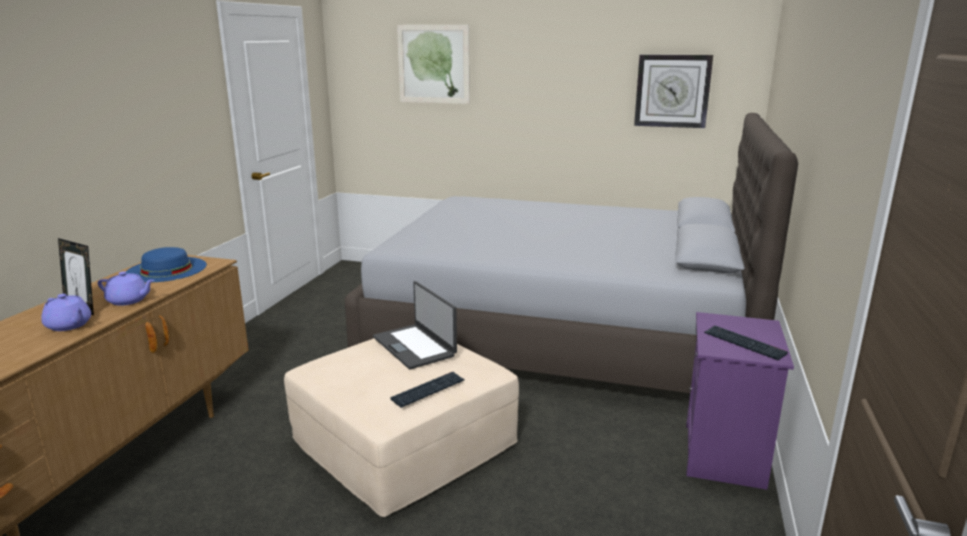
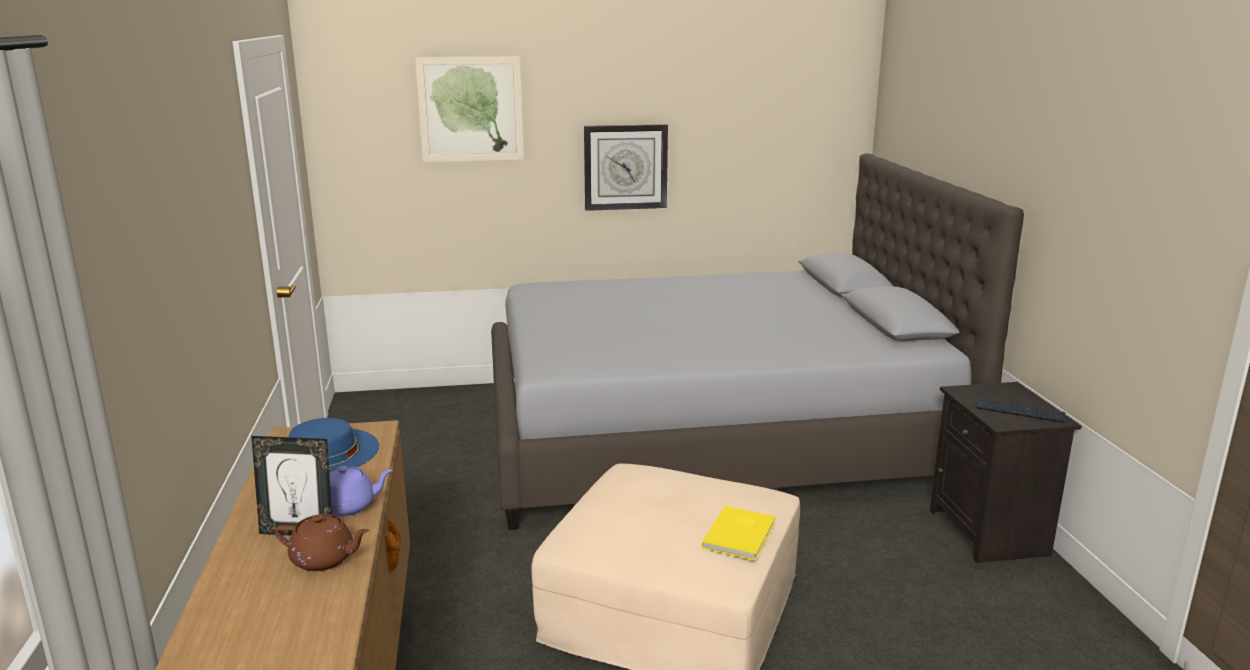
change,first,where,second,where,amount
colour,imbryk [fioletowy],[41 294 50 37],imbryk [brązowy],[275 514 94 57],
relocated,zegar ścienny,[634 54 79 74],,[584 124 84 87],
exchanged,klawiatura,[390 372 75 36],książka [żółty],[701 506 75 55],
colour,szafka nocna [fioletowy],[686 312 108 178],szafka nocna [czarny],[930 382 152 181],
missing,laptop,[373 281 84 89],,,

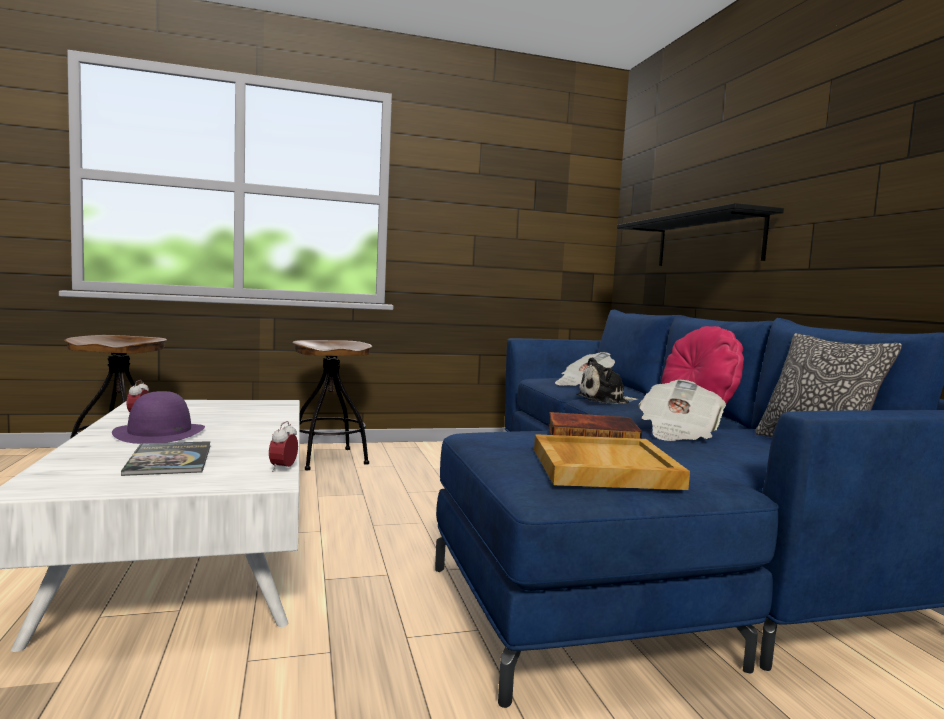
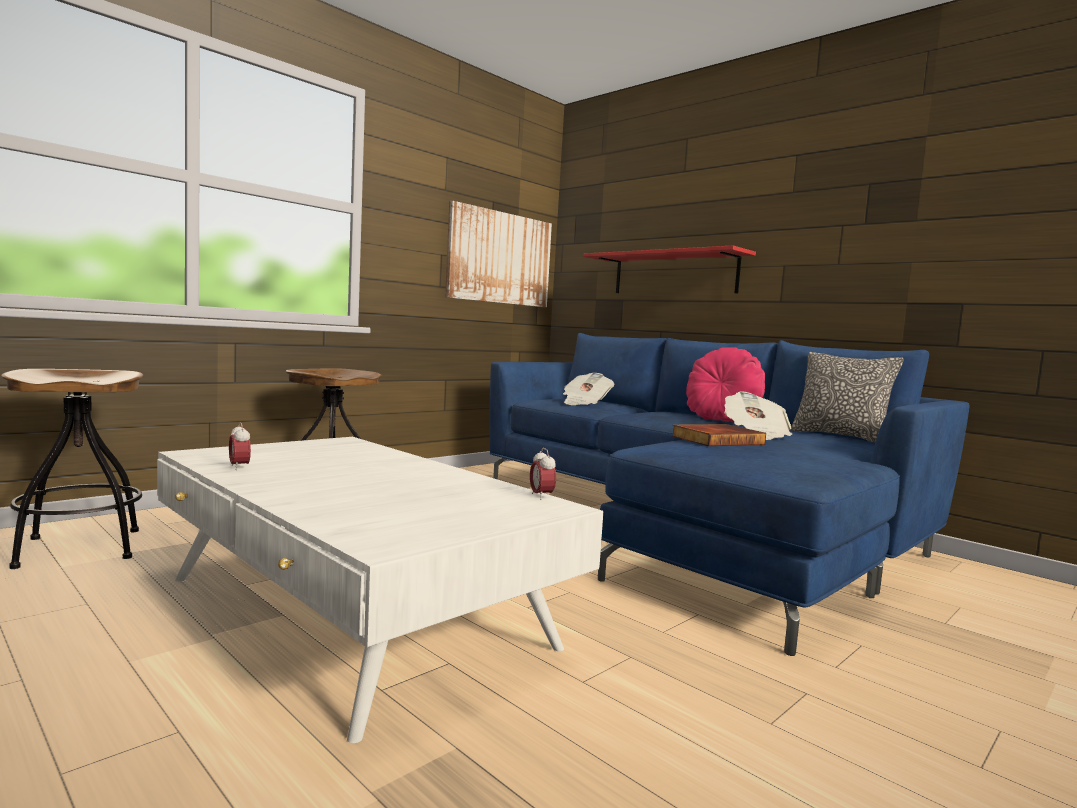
change,first,where,second,where,amount
appeared,,,obraz,[445 201 107 106],
colour,półka [czarny],[617 203 167 63],półka [czerwony],[583 246 173 47],
missing,kapelusz [fioletowy],[112 391 93 53],,,
missing,książka,[121 441 90 35],,,
missing,taca [beżowy],[534 434 156 56],,,
missing,pluszak,[577 357 62 47],,,

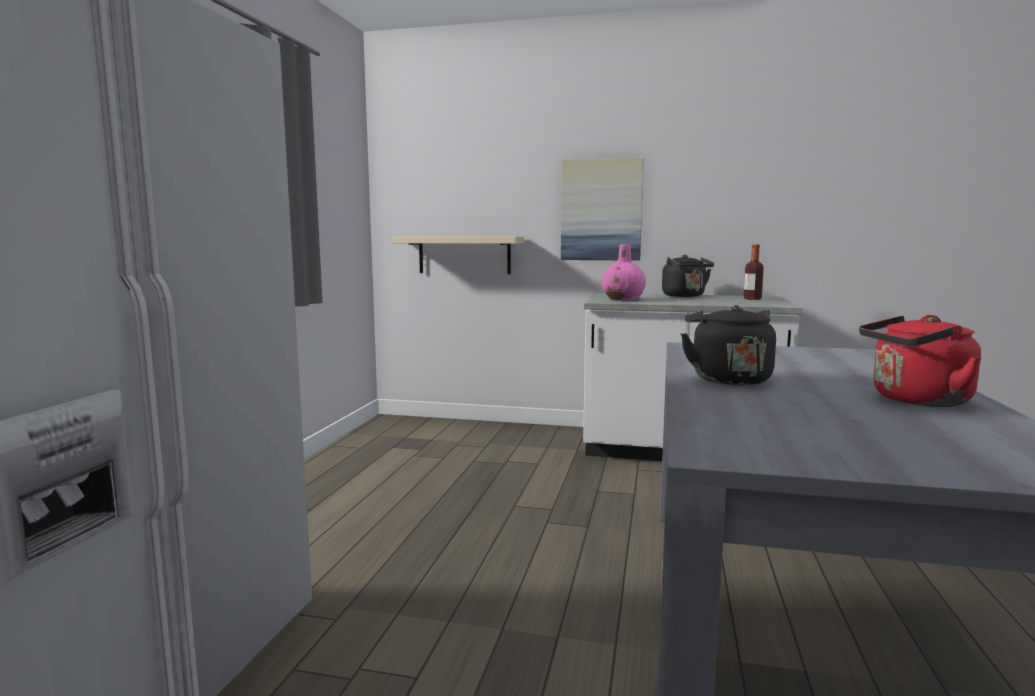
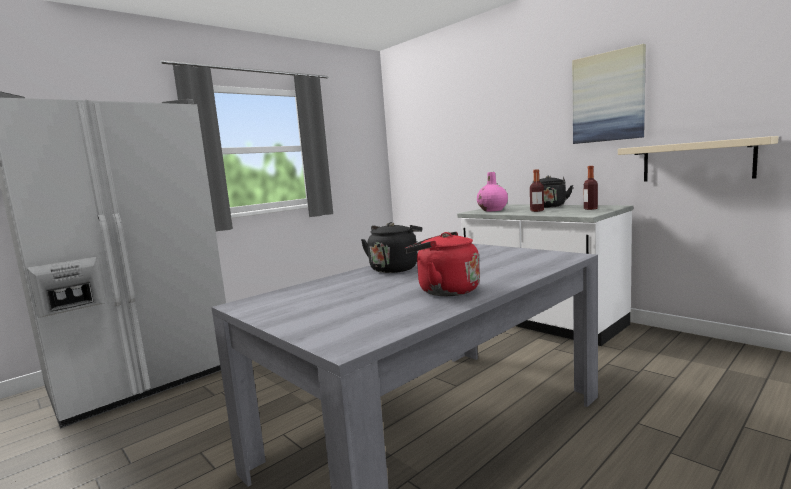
change,first,where,second,where,amount
appeared,,,butelka,[530 169 14 43],
relocated,obraz,[561 158 82 103],,[572 44 74 100],
relocated,półka [beżowy],[392 236 132 38],,[618 136 160 46],

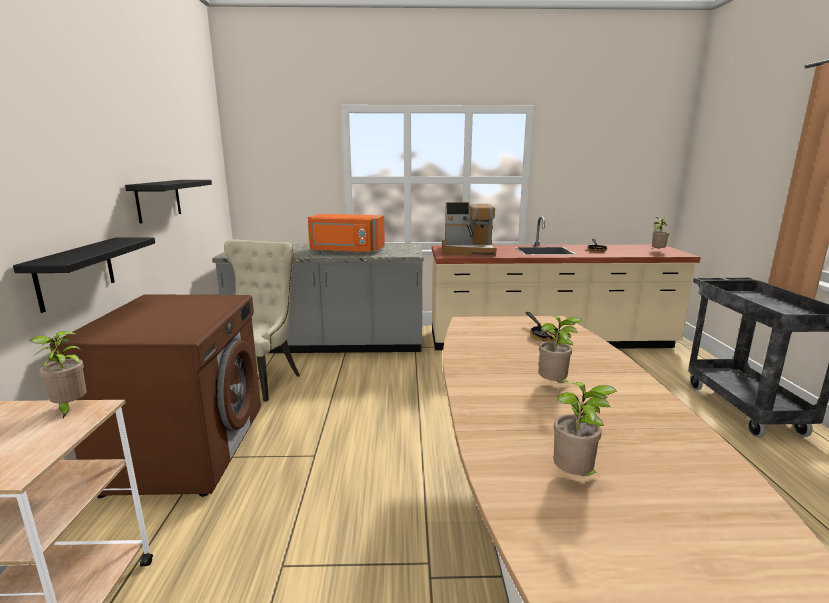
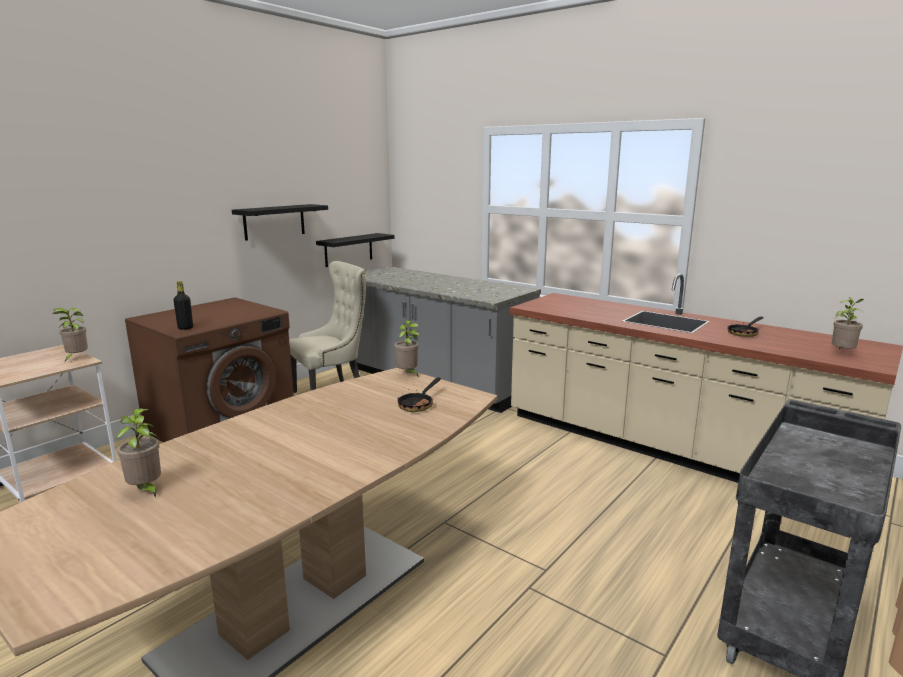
change,first,where,second,where,amount
appeared,,,butelka [czarny],[173 281 20 49],
relocated,półka [czarny],[13 237 142 76],,[316 233 78 34],
relocated,roślina doniczkowa,[539 316 43 67],,[394 320 26 58],
missing,mikrofalówka [pomarańczowy],[308 214 77 40],,,
missing,ekspres do kawy,[442 202 55 54],,,

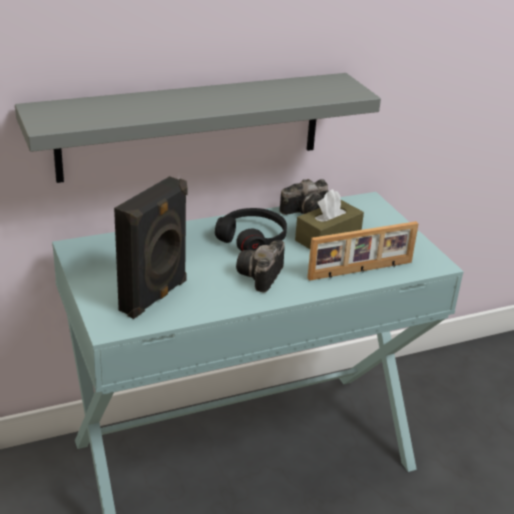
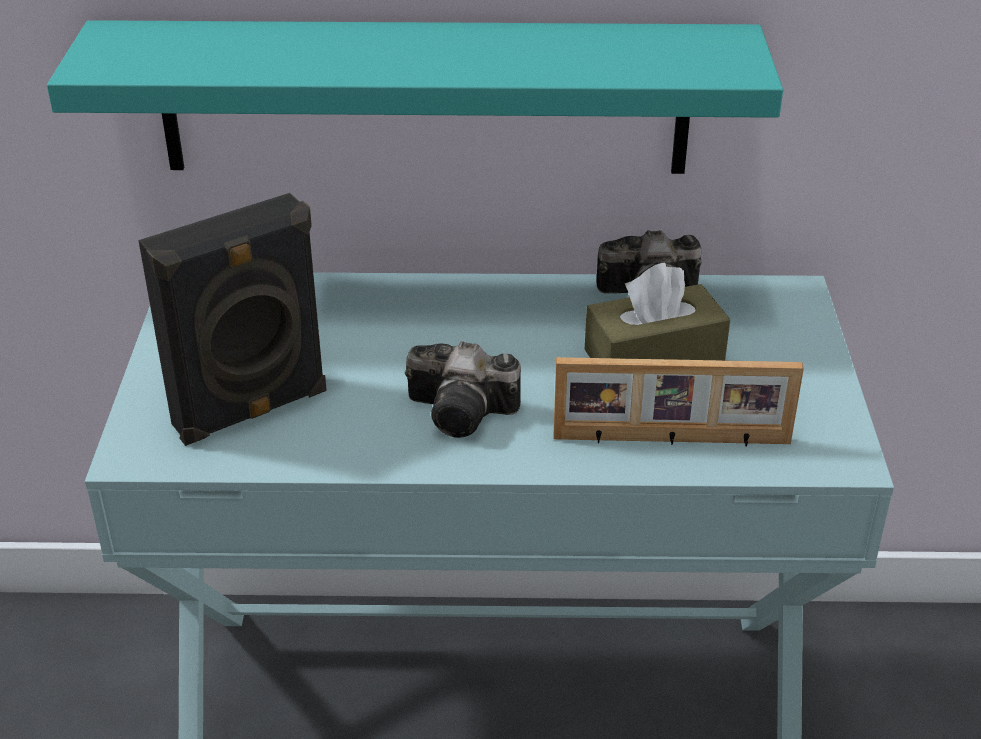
change,first,where,second,where,amount
colour,półka [szary],[15 73 366 110],półka [turkusowy],[47 20 736 154],
spun,aparat fotograficzny,[236 240 49 53],,[405 341 116 97],120 degrees counterclockwise
missing,słuchawki [czarny],[215 208 72 43],,,

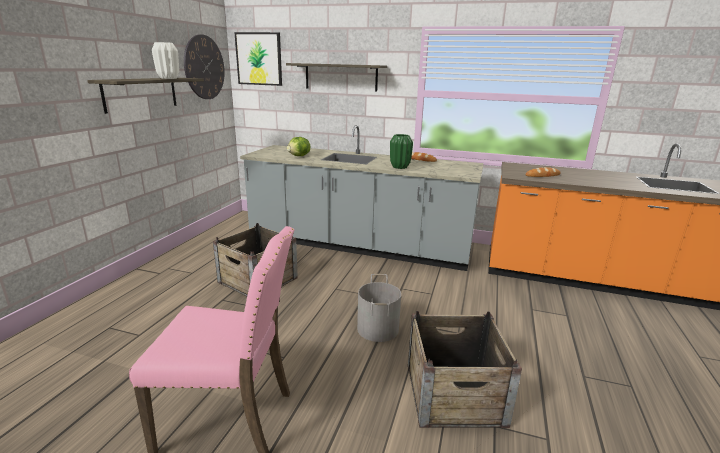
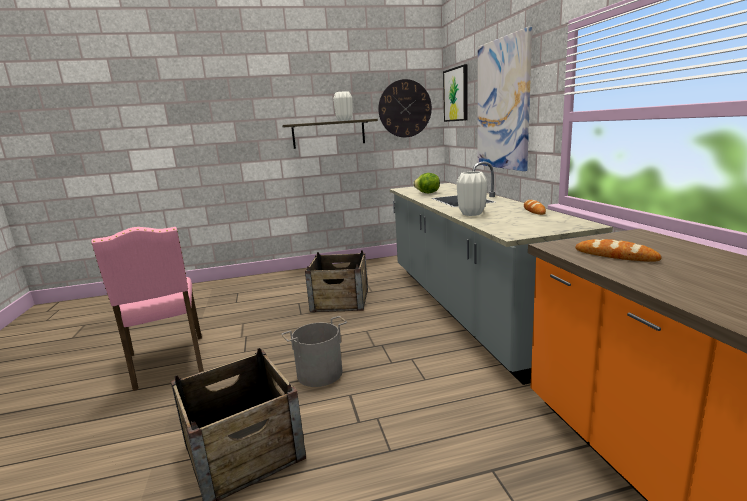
change,first,where,second,where,amount
colour,wazon [zielony],[390 134 23 35],wazon [biały],[457 171 30 45],
exchanged,półka,[286 63 101 29],obraz,[477 27 55 144],

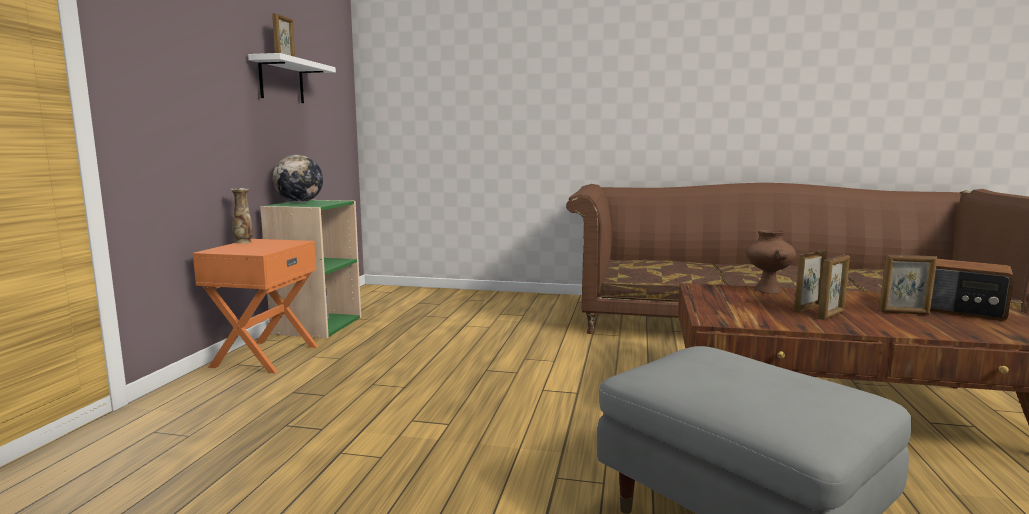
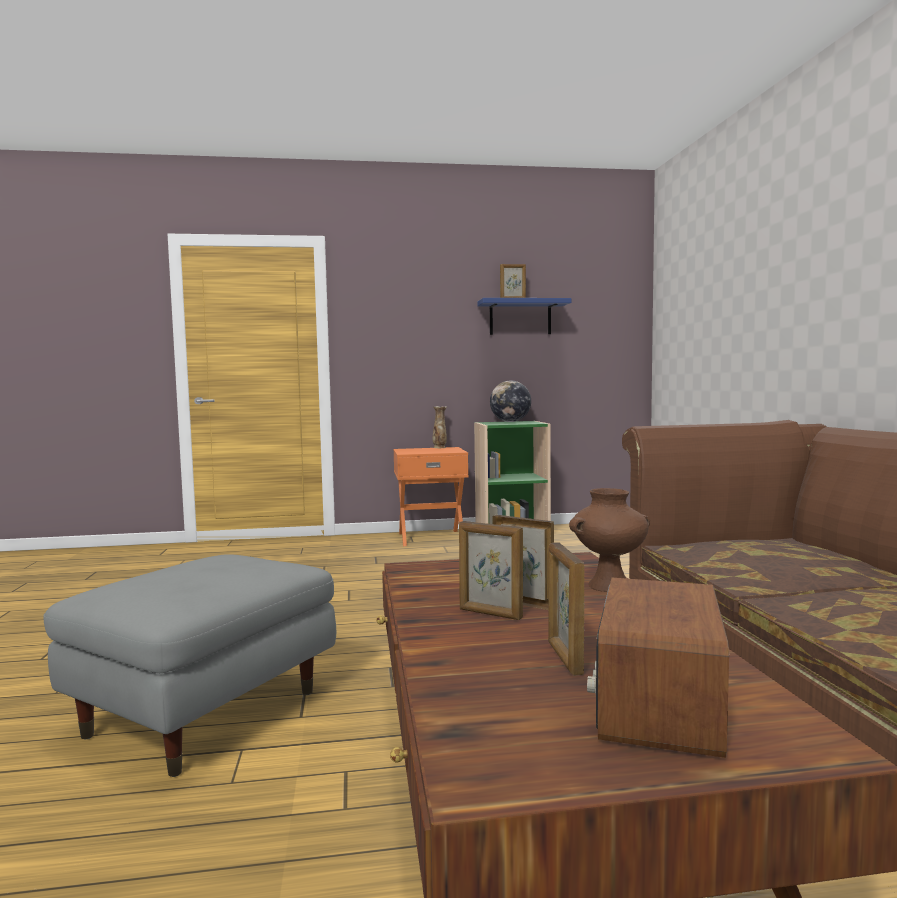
change,first,where,second,where,amount
colour,półka [biały],[248 53 88 50],półka [niebieski],[478 298 93 37],

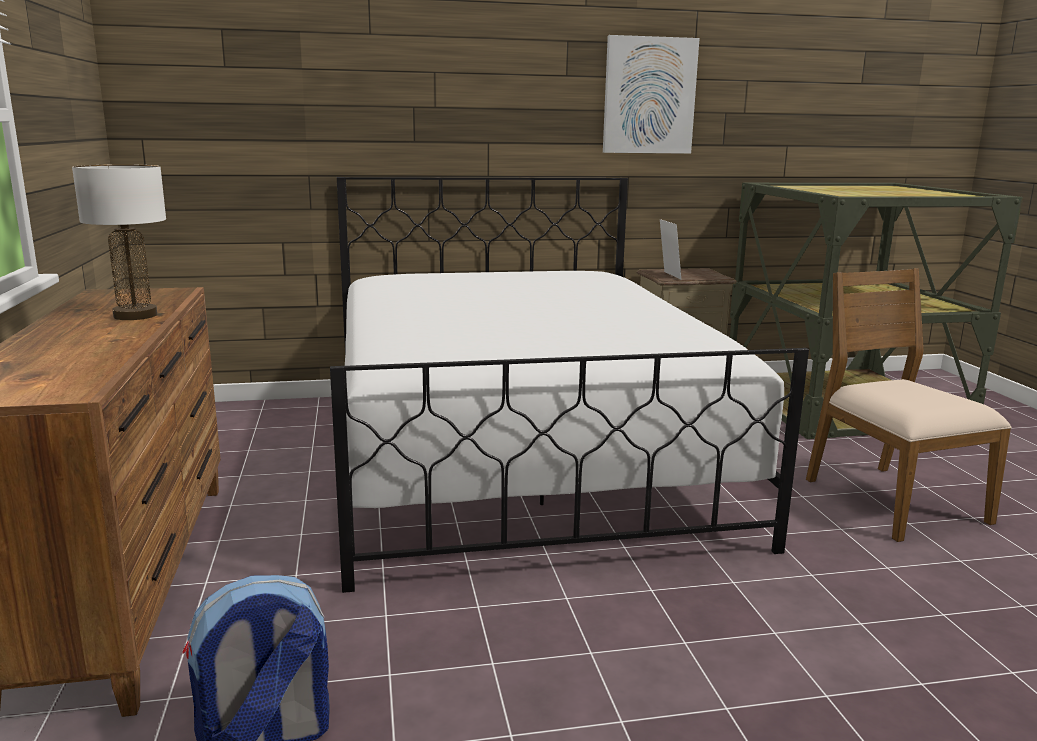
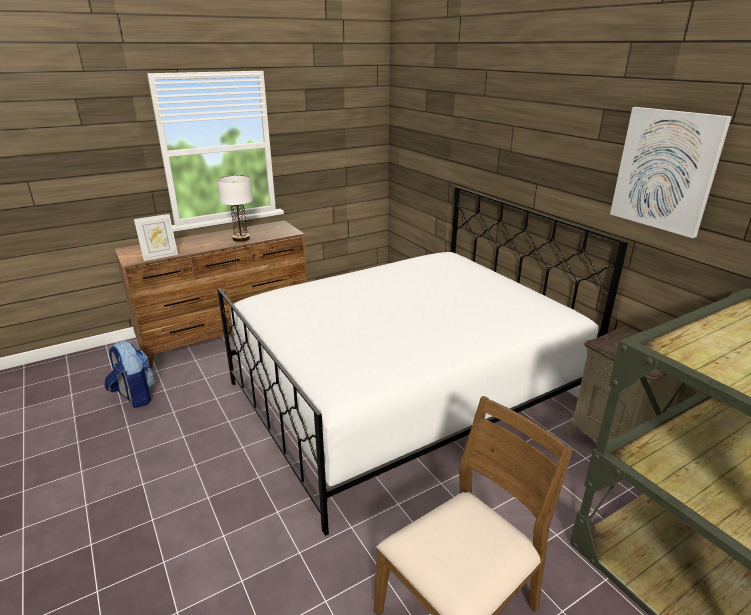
change,first,where,second,where,amount
relocated,ramka na zdjęcie,[660 219 21 60],,[134 214 44 47],

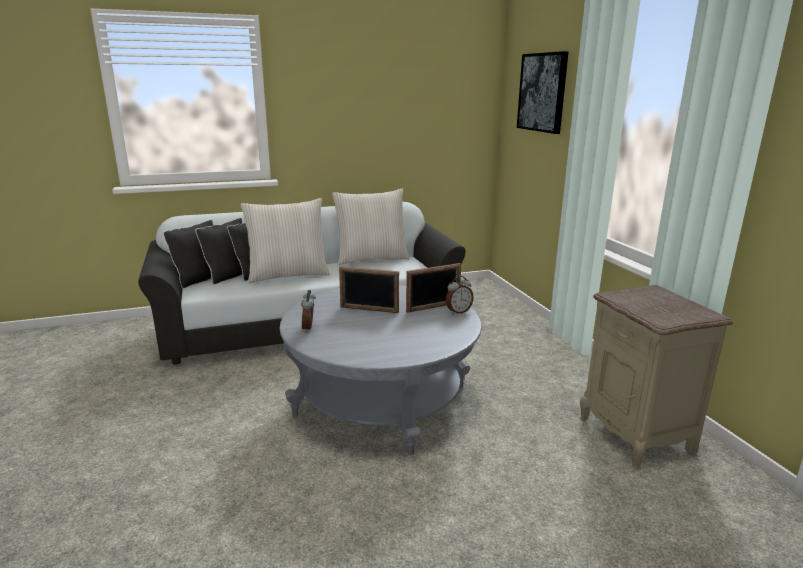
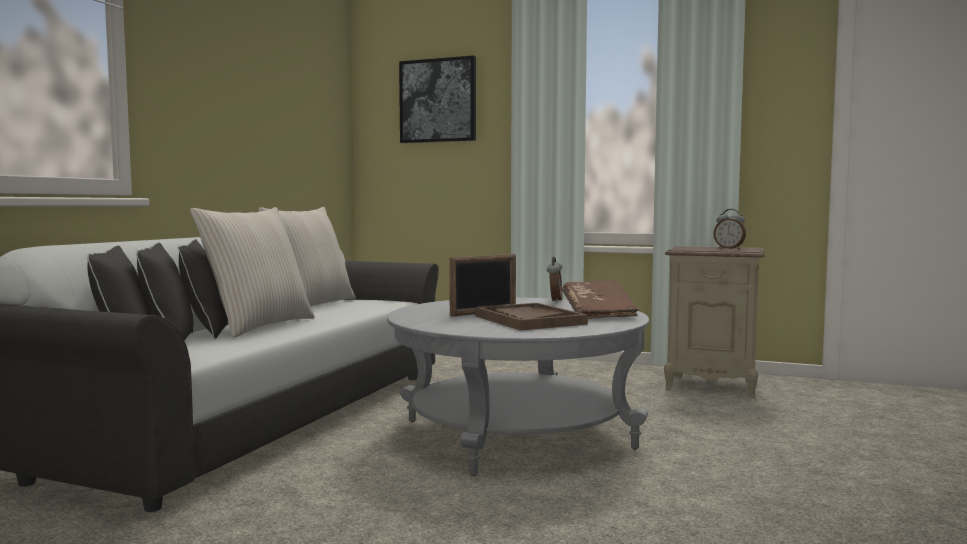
change,first,where,second,where,amount
appeared,,,taca [brązowy],[475 303 113 28],
appeared,,,książka [brązowy],[562 279 77 40],
relocated,budzik,[301 290 15 42],,[713 209 33 40],
missing,ramka na zdjęcie,[406 263 55 50],,,

